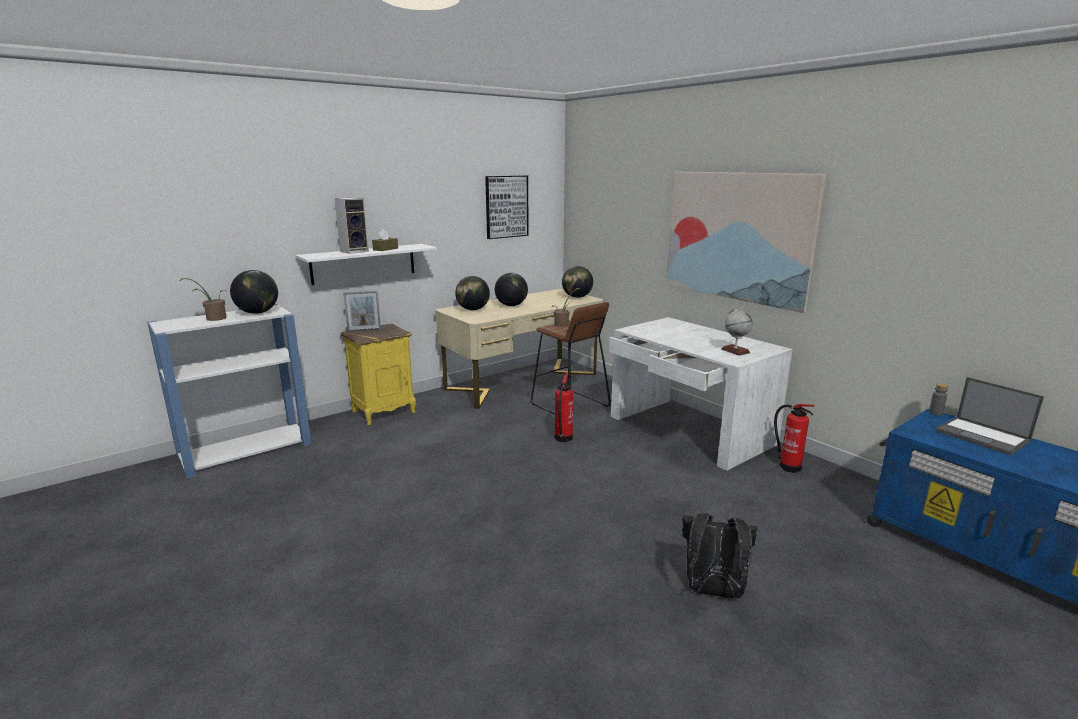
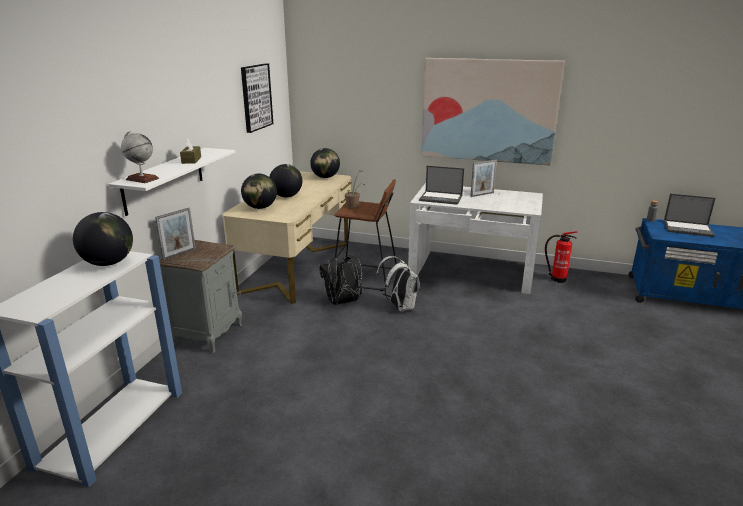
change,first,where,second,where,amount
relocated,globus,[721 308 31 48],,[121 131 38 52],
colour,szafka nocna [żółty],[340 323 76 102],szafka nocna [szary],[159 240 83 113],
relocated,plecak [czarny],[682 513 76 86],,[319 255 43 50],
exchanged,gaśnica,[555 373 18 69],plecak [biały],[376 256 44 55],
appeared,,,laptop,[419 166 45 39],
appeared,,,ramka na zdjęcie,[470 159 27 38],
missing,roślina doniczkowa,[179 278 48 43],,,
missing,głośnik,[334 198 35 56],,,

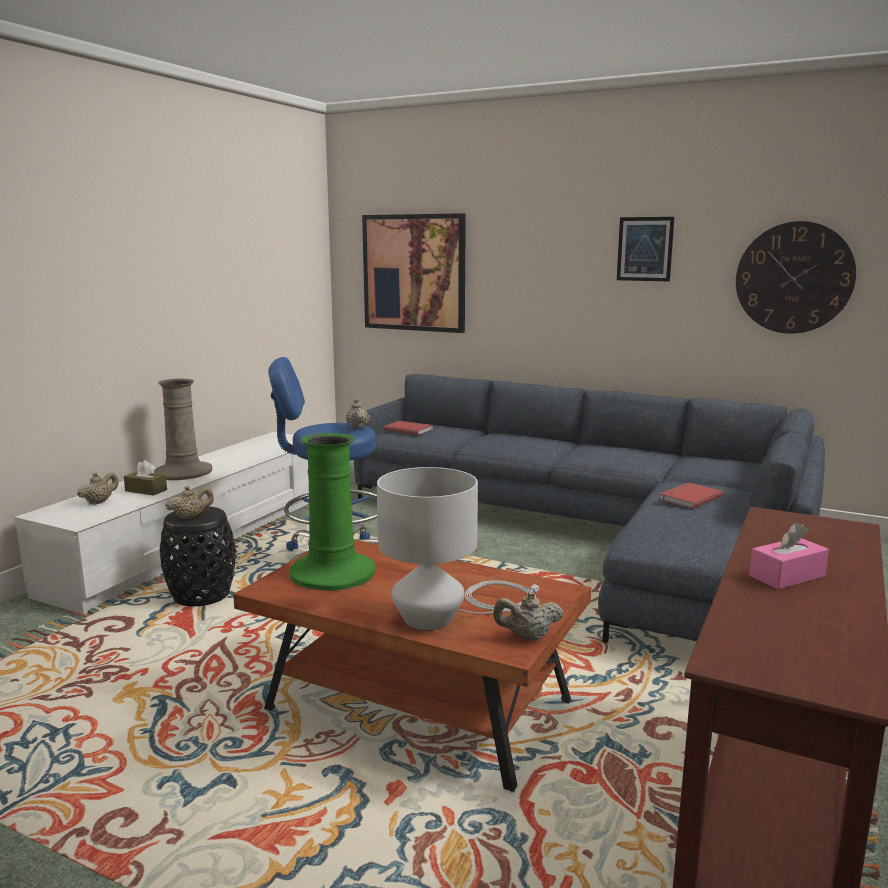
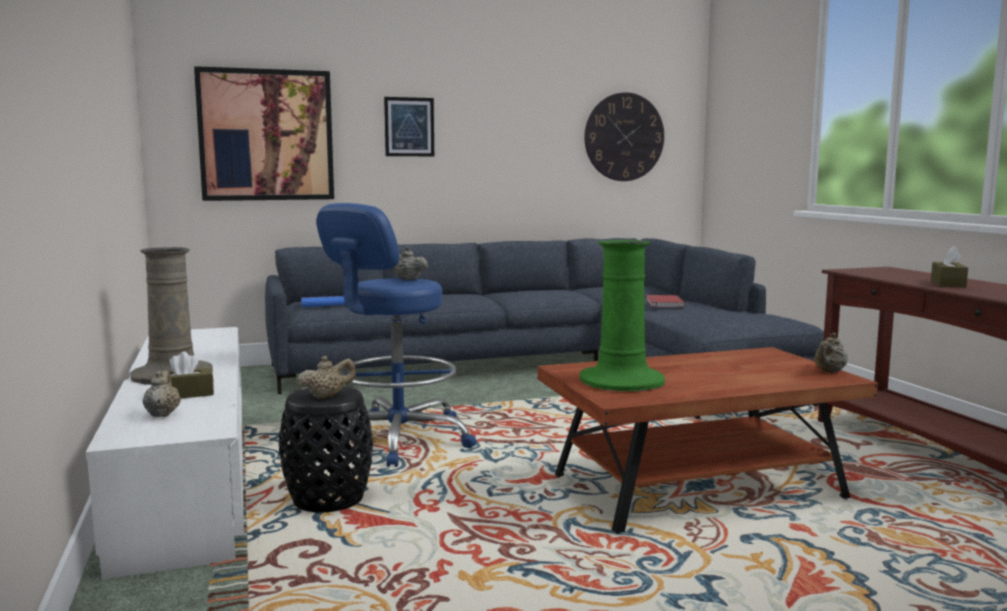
change,first,where,second,where,amount
spun,imbryk [beżowy],[165 485 49 34],,[297 356 59 43],45 degrees clockwise
colour,książka [czerwony],[384 421 49 14],książka [niebieski],[301 296 45 11],
relocated,obraz,[617 217 58 65],,[384 97 50 59],
colour,pudełko chusteczek [różowy],[749 522 80 67],pudełko chusteczek [brązowy],[931 246 37 42],
missing,lampa stołowa [szary],[377 467 162 163],,,

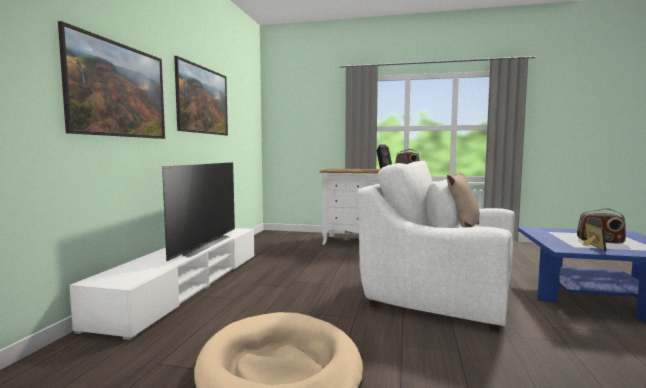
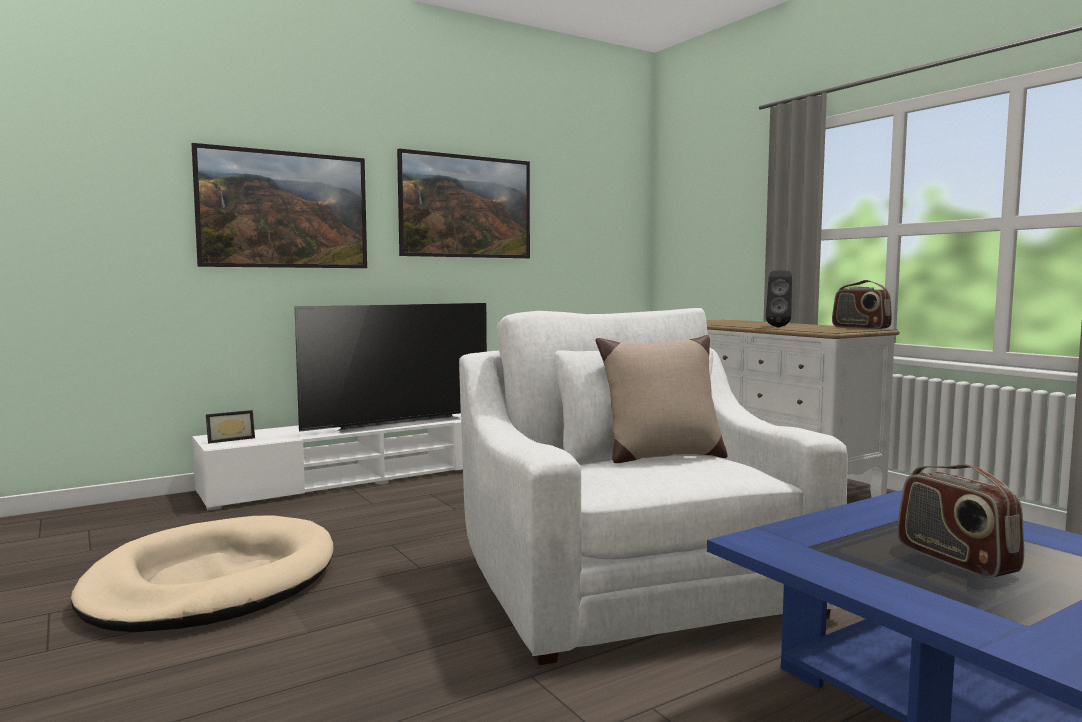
change,first,where,second,where,amount
relocated,ramka na zdjęcie,[583 223 23 28],,[206 410 49 34],

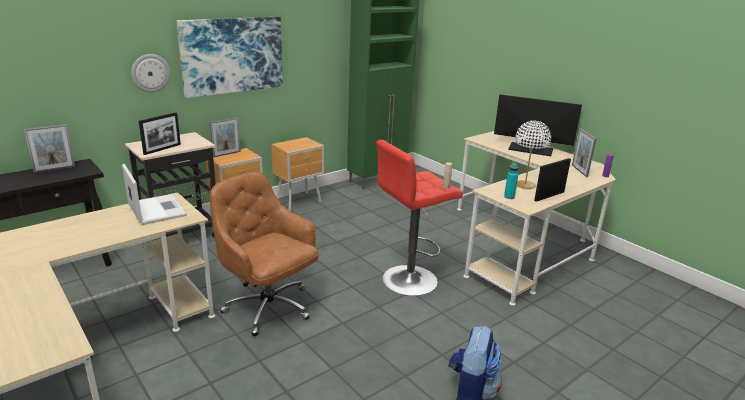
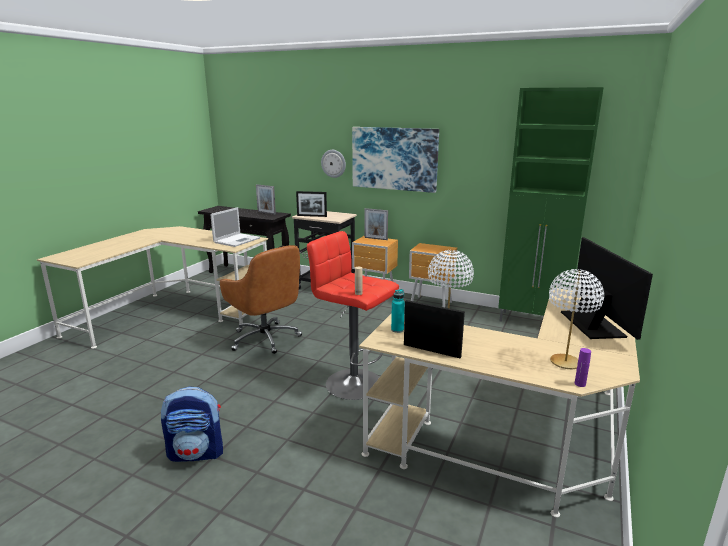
change,first,where,second,where,amount
spun,krzesło biurowe [brązowy],[210 171 109 165],,[220 245 82 109],120 degrees clockwise
exchanged,ramka na zdjęcie,[572 128 25 49],lampa stołowa [biały],[549 269 55 100],

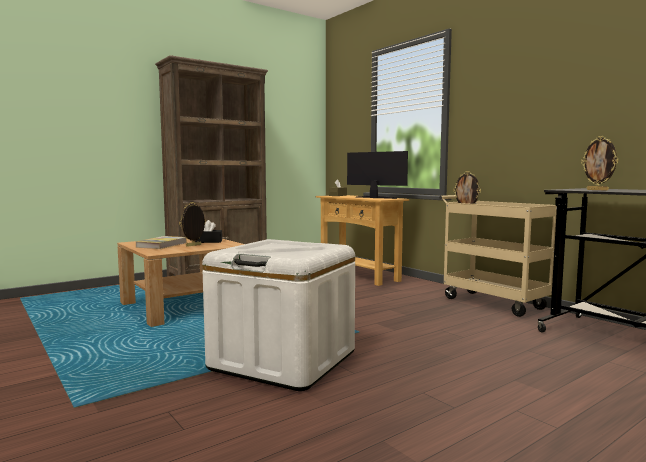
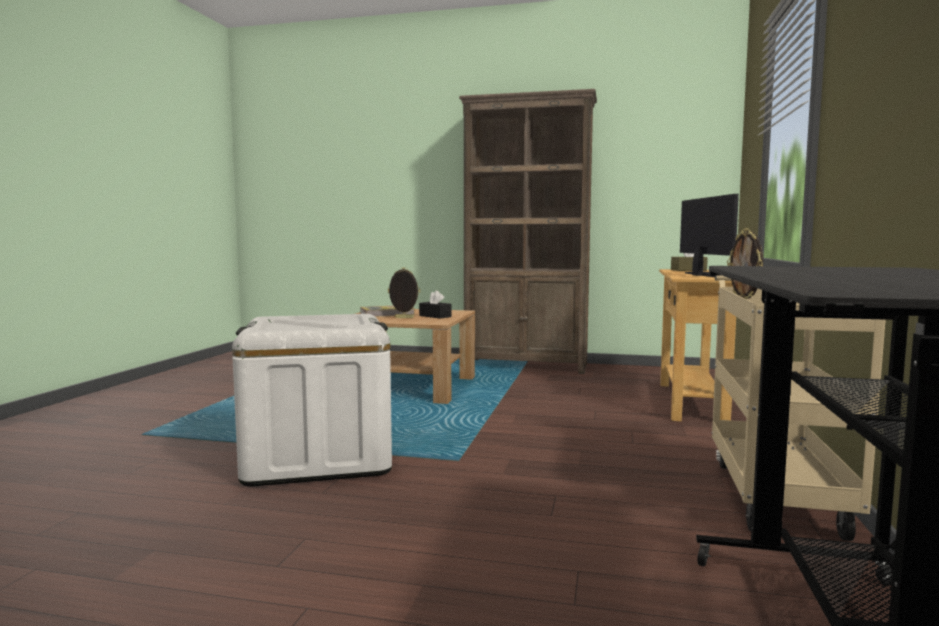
change,first,where,second,where,amount
missing,ramka na zdjęcie,[581 136 38 55],,,

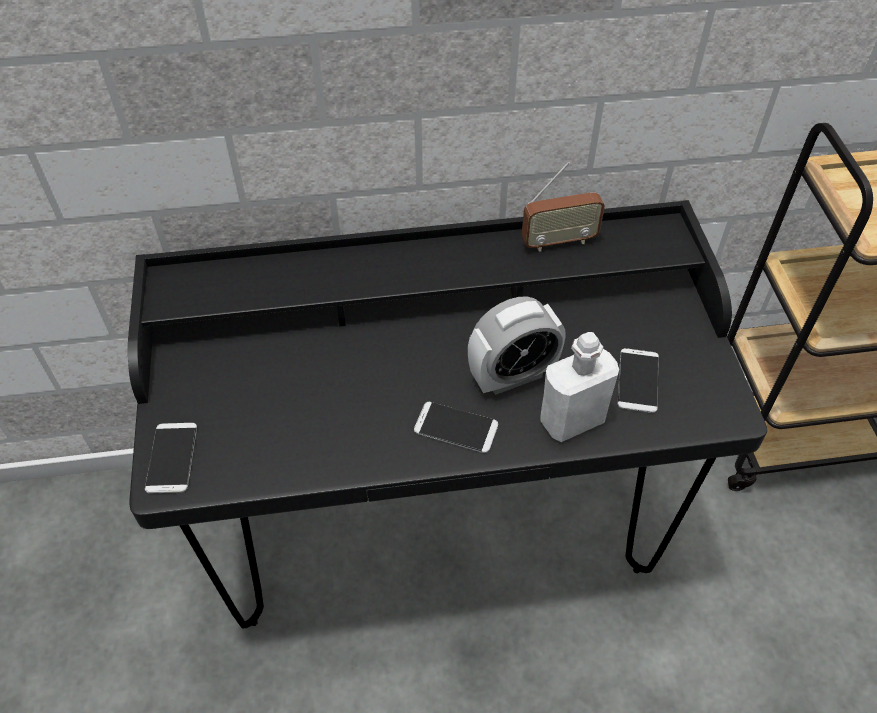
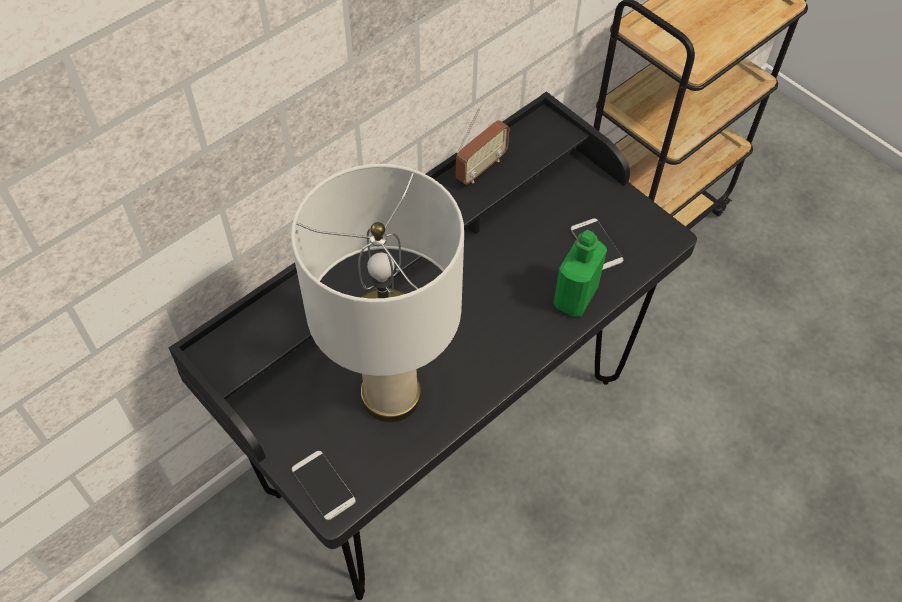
change,first,where,second,where,amount
appeared,,,lampa stołowa [biały],[291 164 173 258],
colour,butelka [biały],[540 332 79 110],butelka [zielony],[553 230 54 87],
missing,telefon,[414 402 84 51],,,
missing,budzik,[468 297 97 98],,,

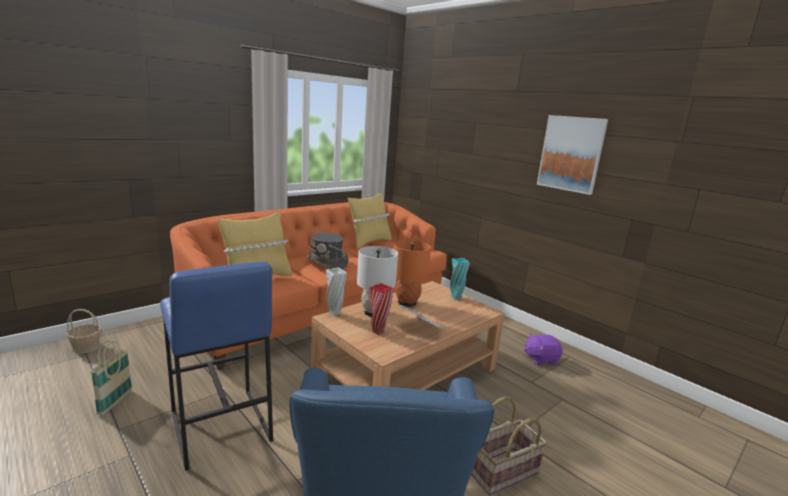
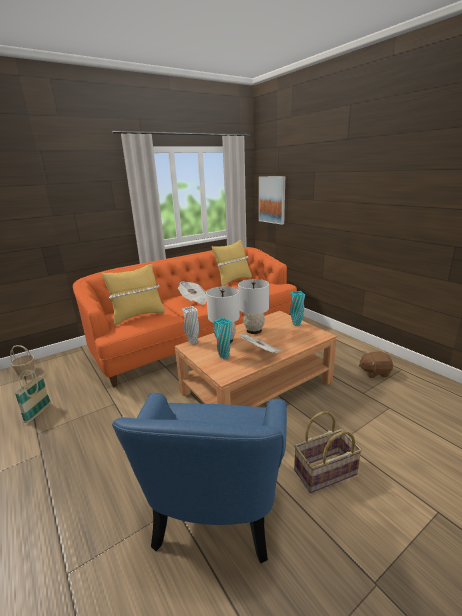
change,first,where,second,where,amount
exchanged,kapelusz [szary],[306 233 42 36],gazeta,[178 281 29 24],
colour,wazon [czerwony],[369 283 24 52],wazon [turkusowy],[213 318 19 42],
colour,lampa stołowa [pomarańczowy],[394 240 37 67],lampa stołowa [biały],[238 279 31 55],
relocated,obraz,[537 115 71 80],,[259 176 26 49],
colour,pluszak [fioletowy],[524 334 39 31],pluszak [brązowy],[359 351 34 27],
missing,stołek [niebieski],[160 262 113 209],,,

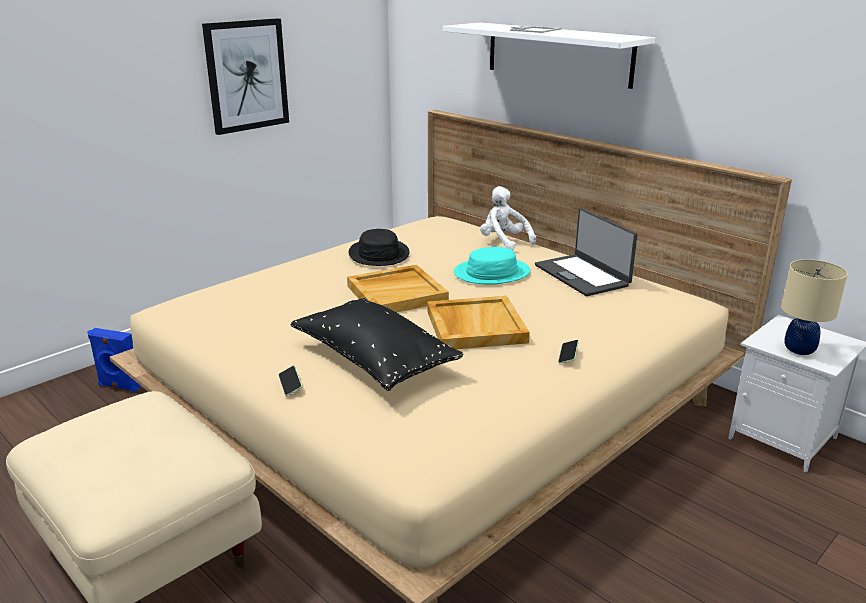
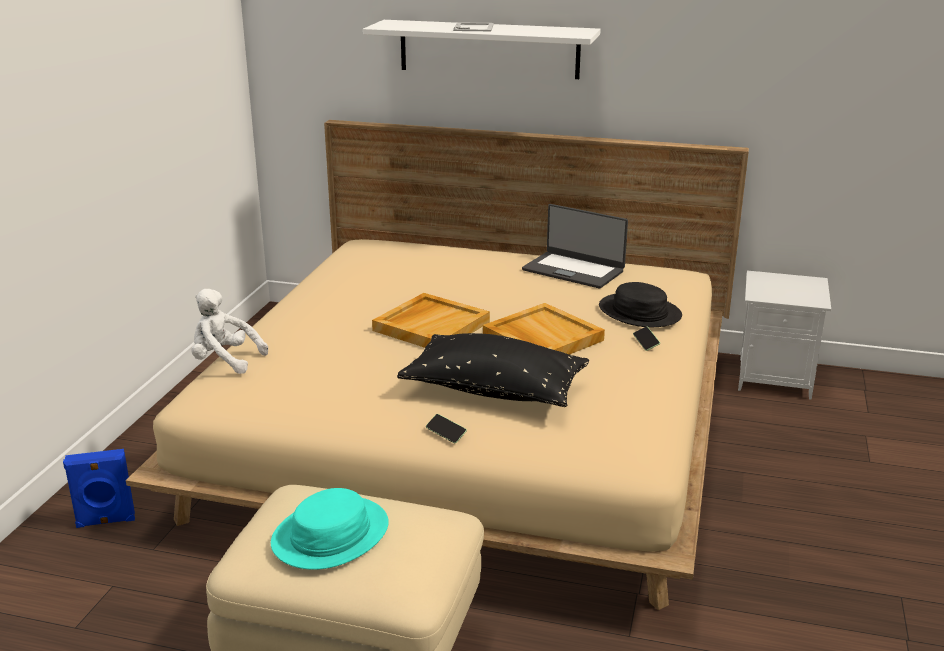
change,first,where,second,where,amount
relocated,pluszak [biały],[480 186 56 65],,[192 289 76 85],
relocated,kapelusz [turkusowy],[454 247 76 38],,[271 488 118 82],
relocated,kapelusz [czarny],[349 229 61 37],,[599 282 83 45],
missing,obraz,[202 18 87 117],,,
missing,lampa stołowa [beżowy],[781 259 67 96],,,

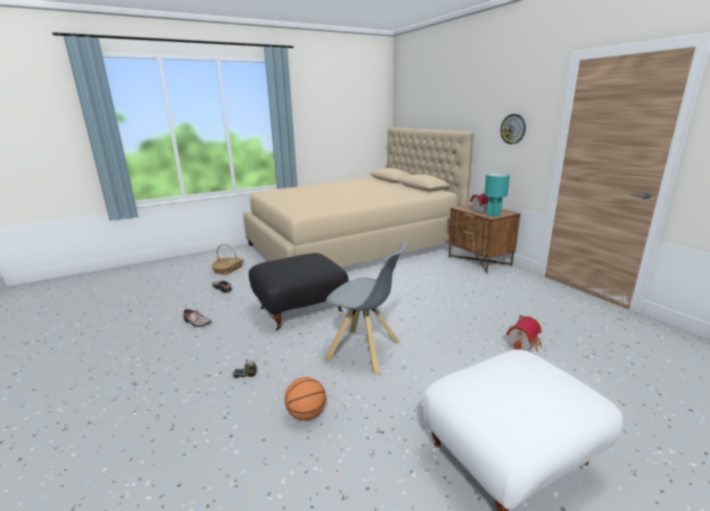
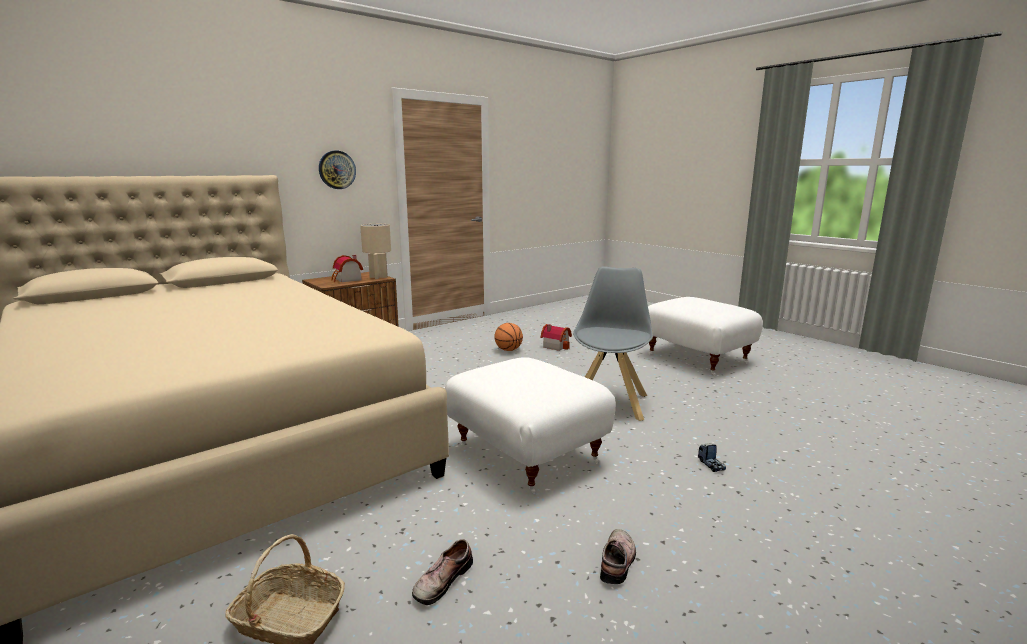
change,first,where,second,where,amount
colour,lampa stołowa [turkusowy],[484 173 26 44],lampa stołowa [beżowy],[360 224 31 55],
colour,pufa [czarny],[249 253 100 77],pufa [biały],[445 357 171 137],
relocated,piłka do koszykówki,[284 377 42 43],,[494 323 29 28],

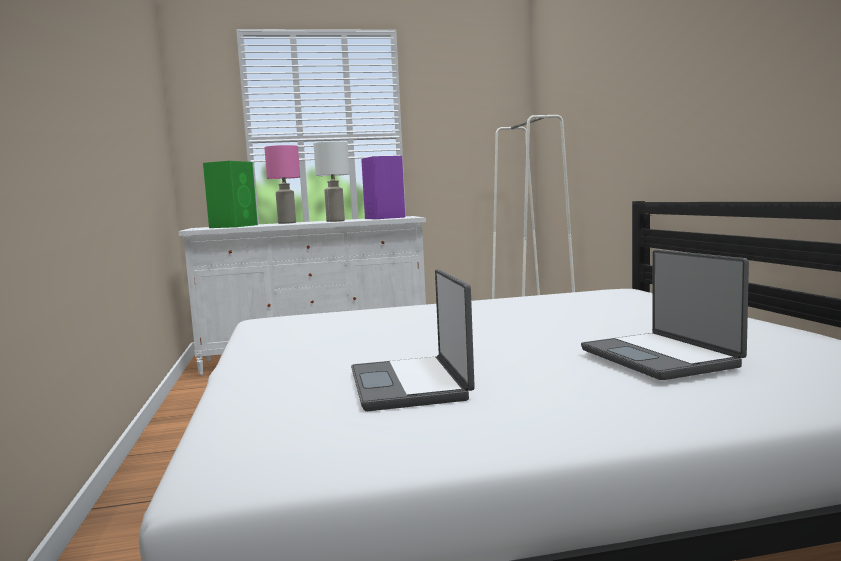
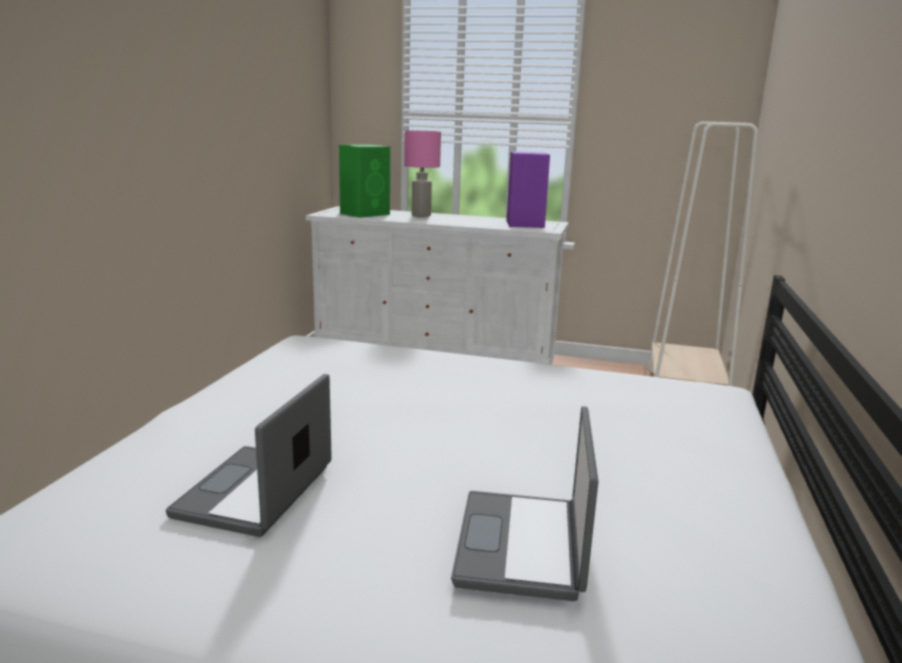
change,first,where,second,where,amount
missing,lampa stołowa [biały],[314 141 35 81],,,

